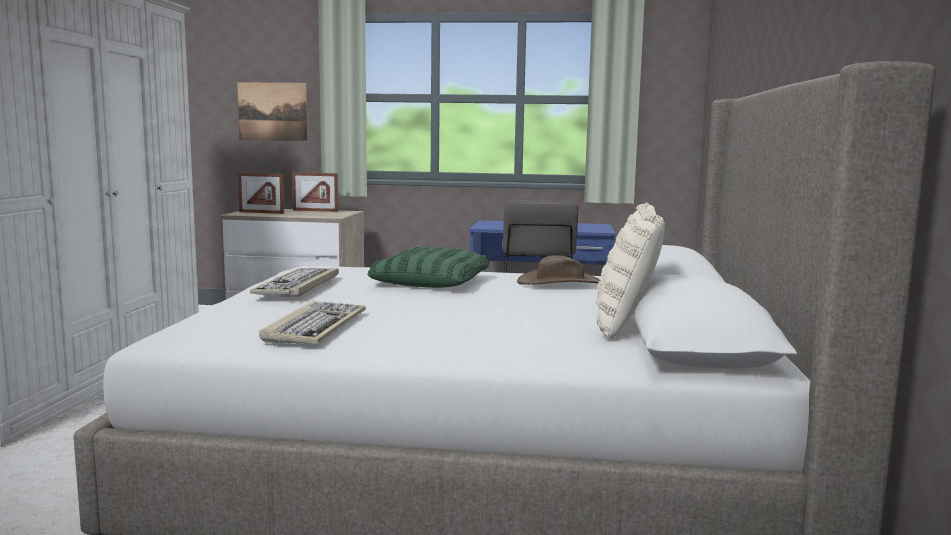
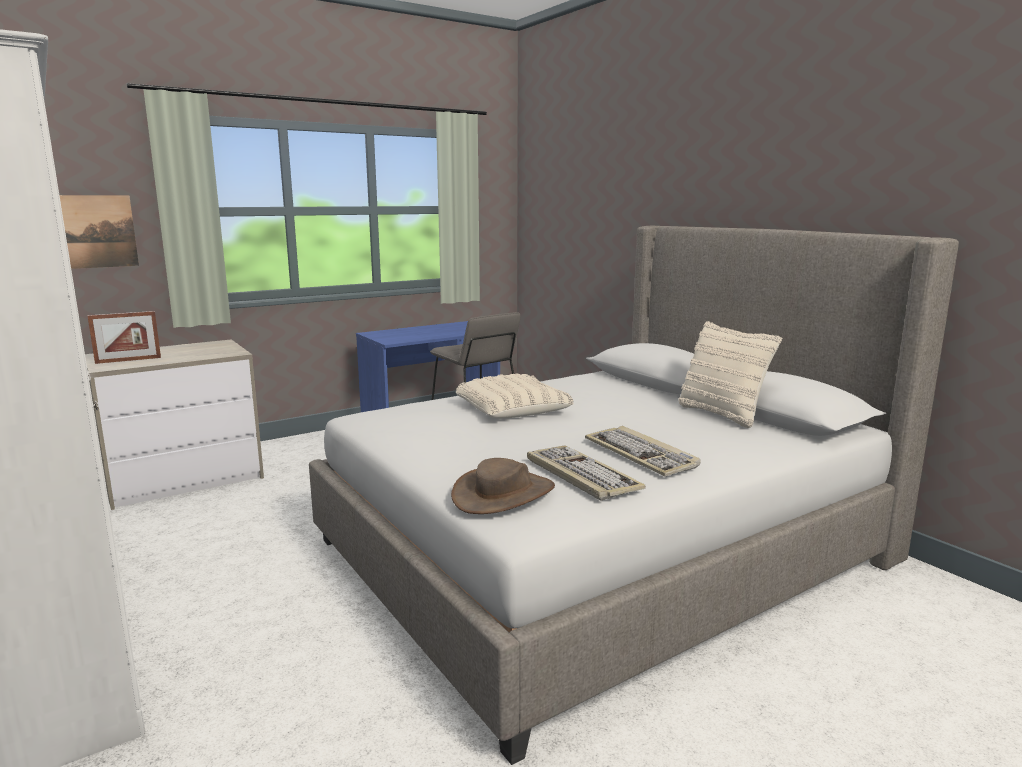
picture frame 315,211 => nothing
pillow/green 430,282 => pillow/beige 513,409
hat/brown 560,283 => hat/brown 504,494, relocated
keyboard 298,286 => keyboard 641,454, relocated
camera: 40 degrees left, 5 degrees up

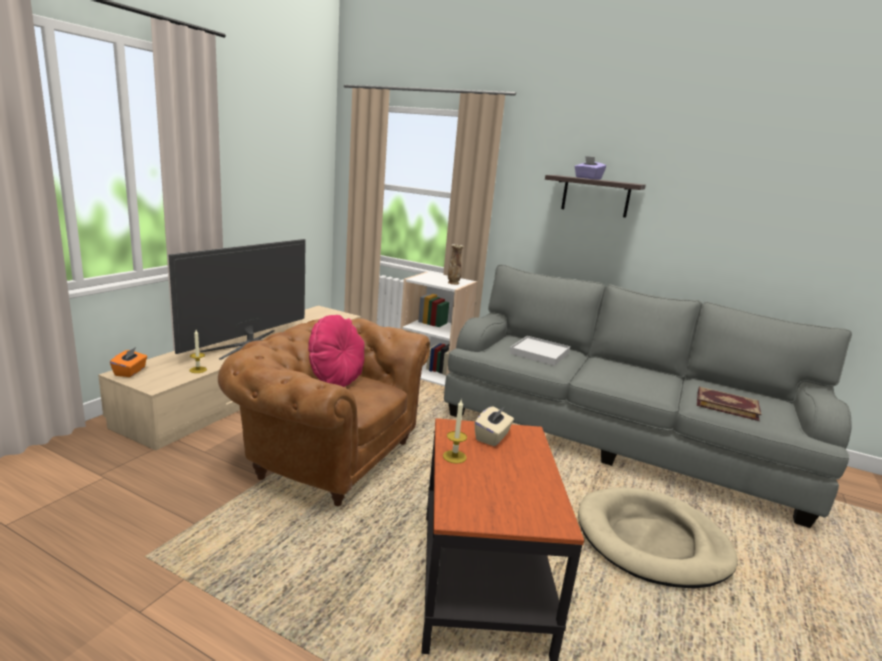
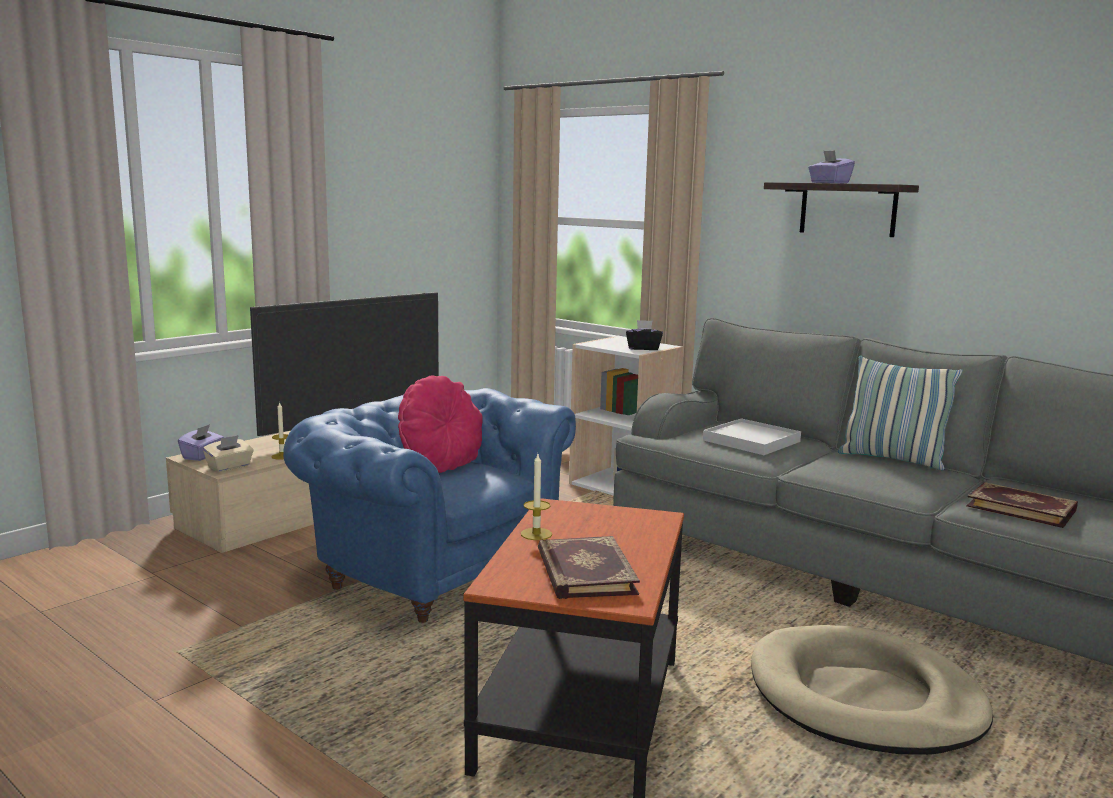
vase 453,283 => tissue box/black 643,348
armchair/brown 326,455 => armchair/blue 429,570
tissue box/orange 130,372 => tissue box/purple 202,456
tissue box/beige 492,437 => tissue box/beige 229,467, relocated
nothing => pillow 892,459
nothing => book 583,572
camera: 15 degrees right, 5 degrees down

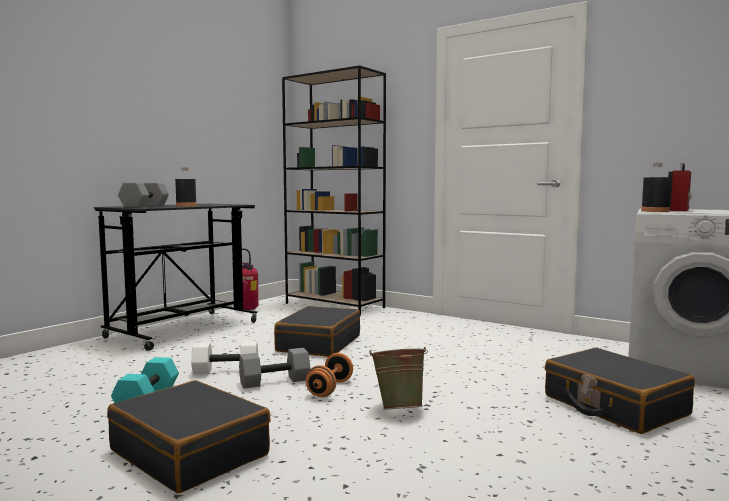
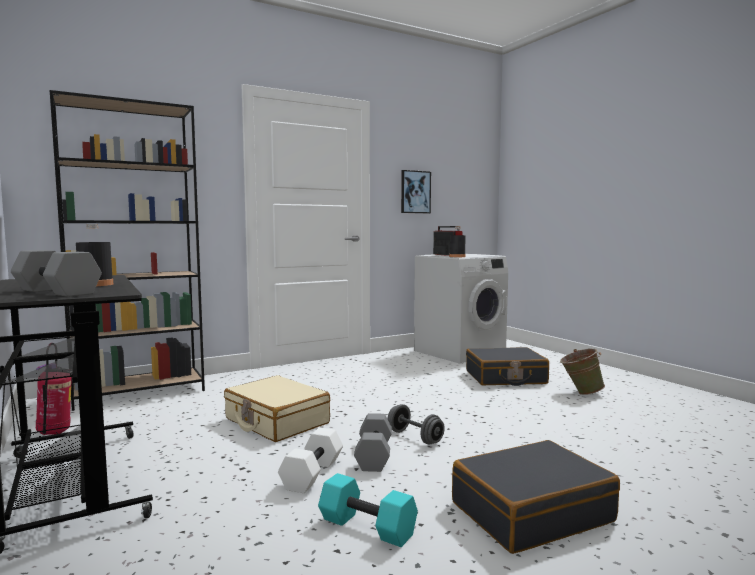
suitcase/black 318,343 => suitcase/beige 276,421
bucket/green 399,409 => bucket/green 580,393, relocated
dumbbell/orange 330,389 => dumbbell/grey 415,437
nothing => picture 415,192
camera: 65 degrees left, 0 degrees up

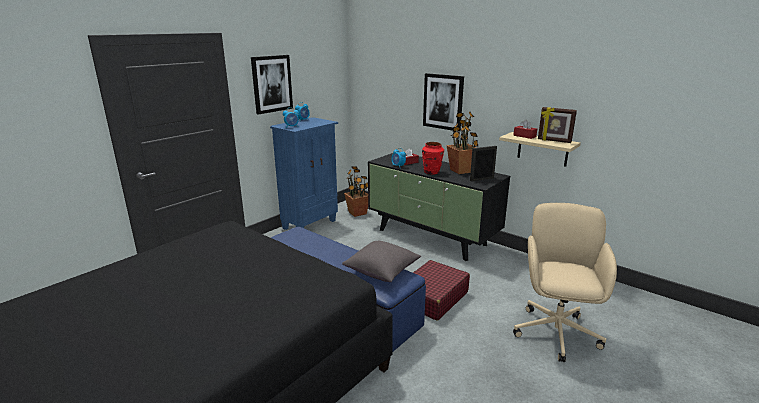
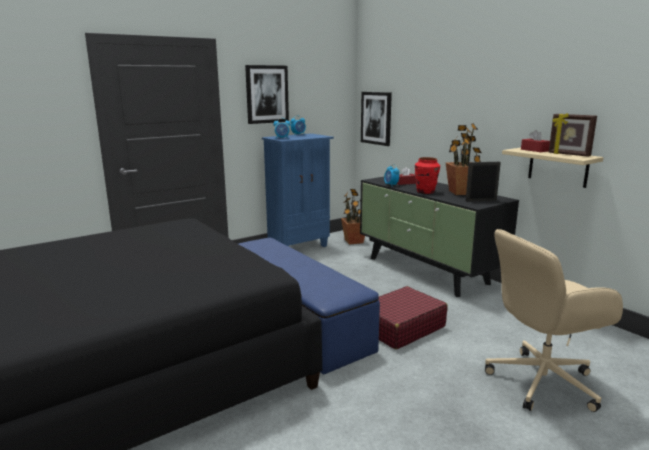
picture 443,102 => picture 376,118, relocated
office chair/beige 556,332 => office chair/beige 540,382, 135 degrees counterclockwise
pillow/grey 382,271 => nothing
camera: 15 degrees right, 5 degrees down

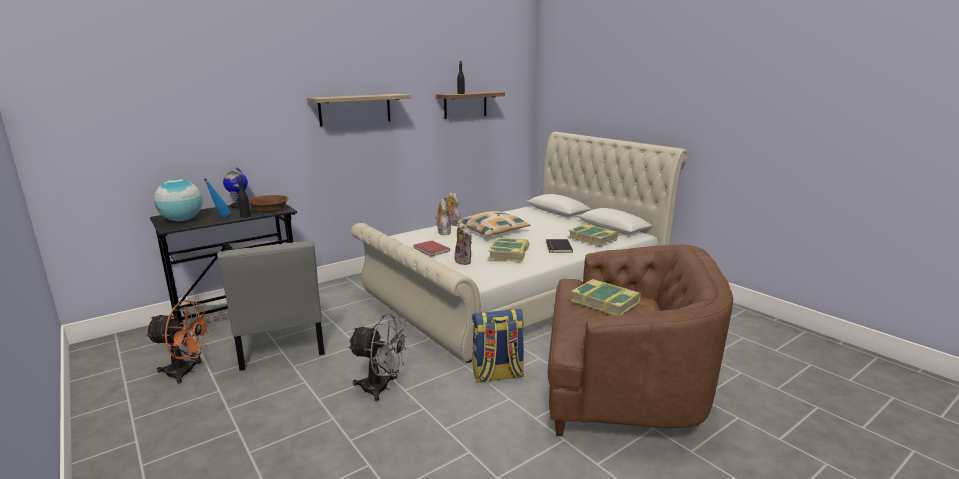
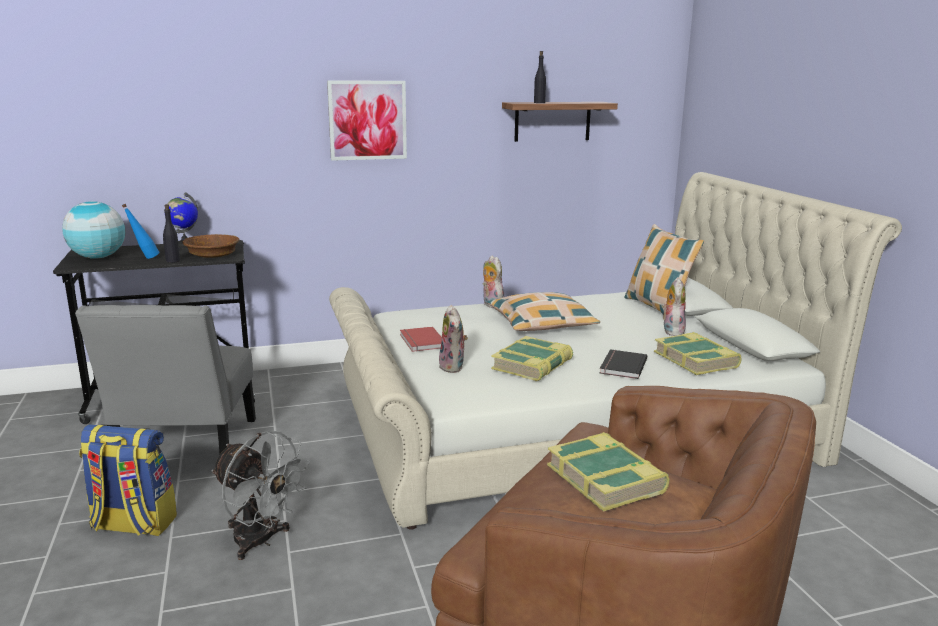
shelf 355,109 => picture 367,120
plush toy 443,232 => plush toy 671,331, relocated
fan/orange 187,372 => nothing
backpack 497,375 => backpack 132,525, relocated
nothing => pillow 658,308
camera: 20 degrees right, 0 degrees up

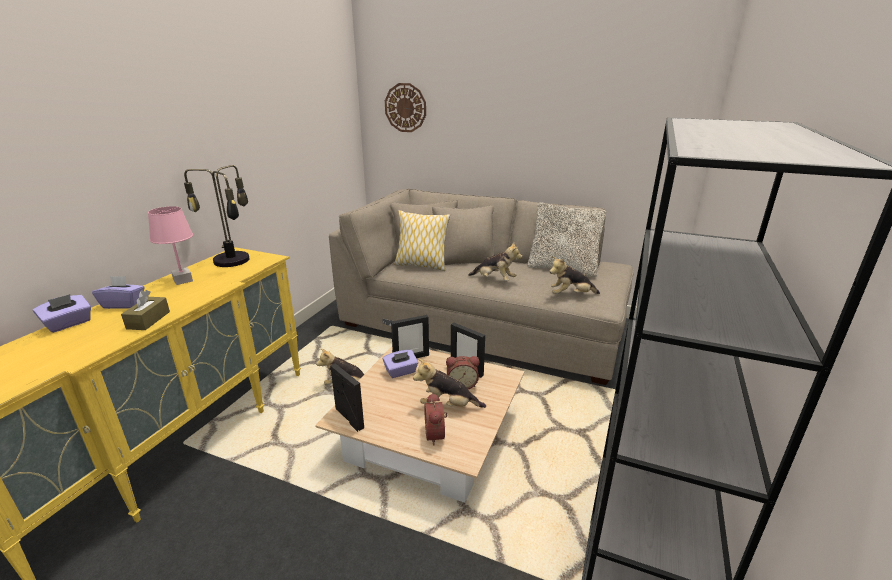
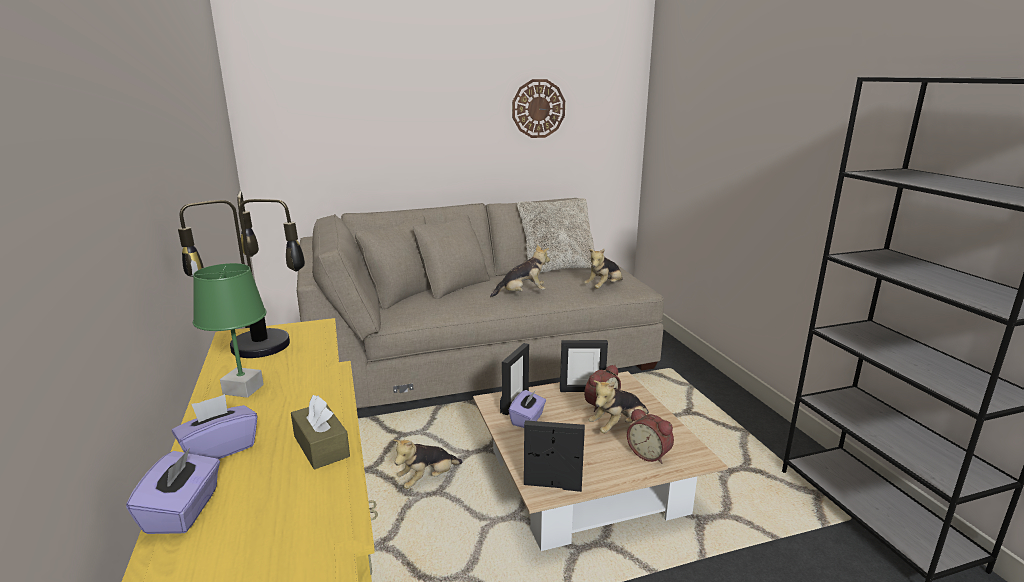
wall clock 405,108 => wall clock 538,108, relocated
table lamp/pink 182,280 => table lamp/green 242,389
pillow 421,265 => nothing
camera: 40 degrees left, 5 degrees down

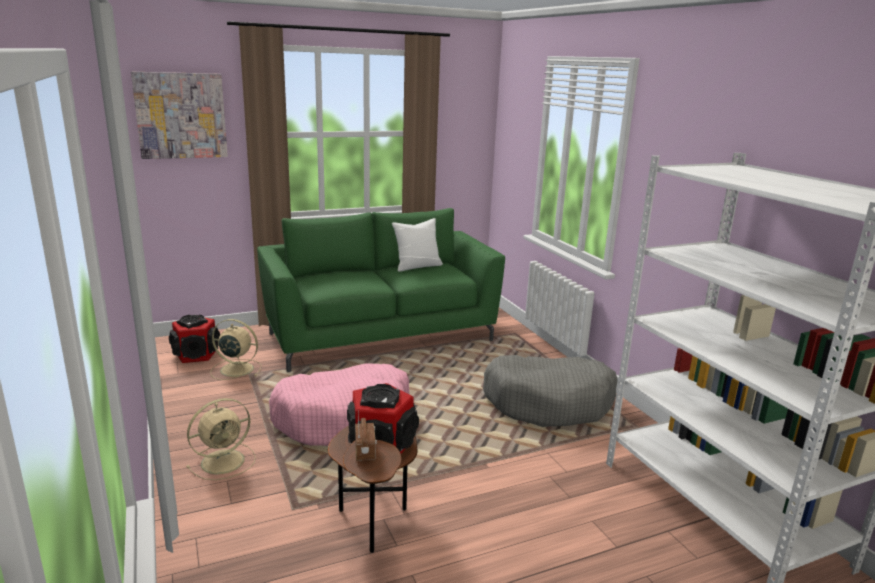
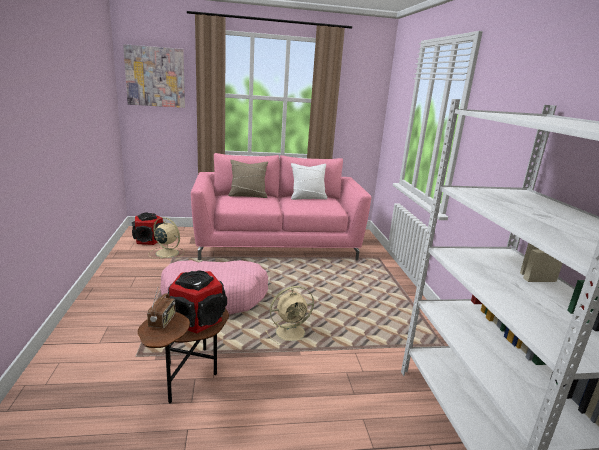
sofa/green 381,336 => sofa/pink 277,246
dog bed/grey 549,402 => nothing
fan/beige 224,461 => fan/beige 291,332, relocated
nothing => pillow/beige 248,195
camera: 15 degrees right, 0 degrees up

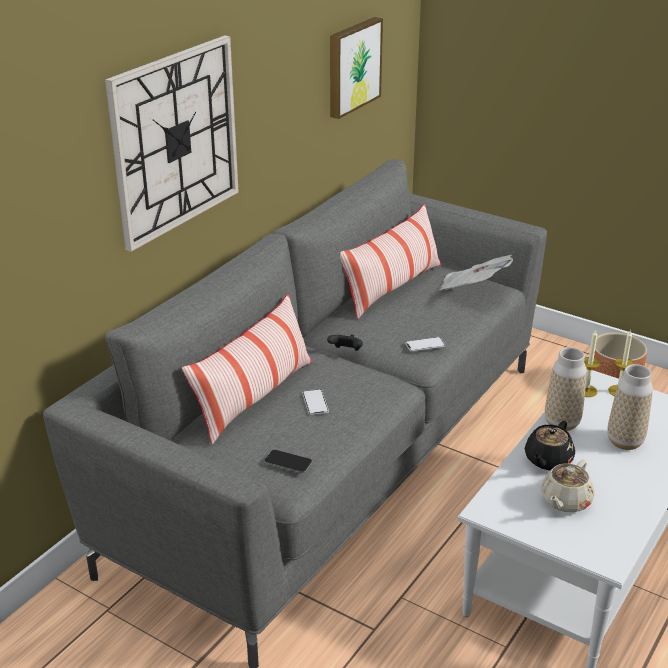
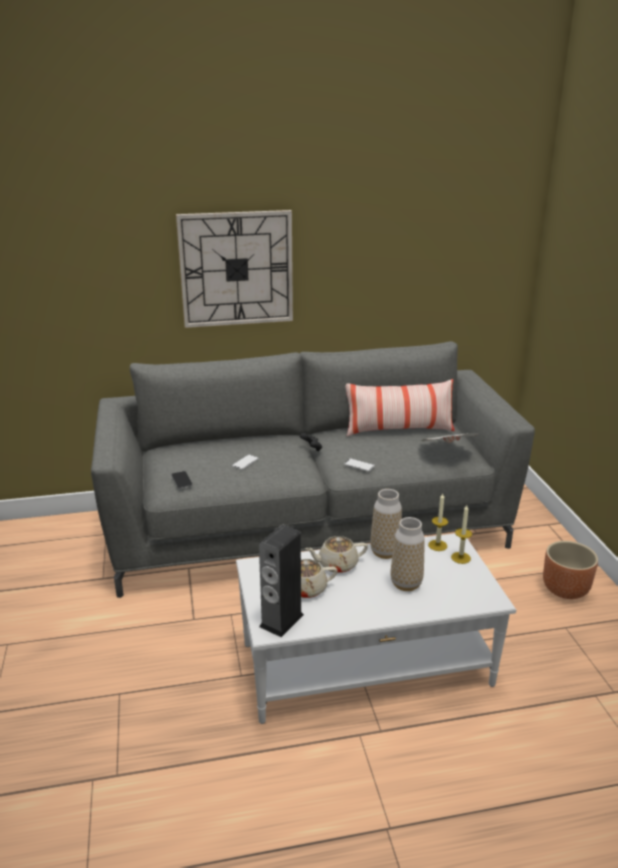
picture 352,66 => nothing
pillow 254,397 => nothing
teapot/black 547,460 => teapot/beige 337,564
nothing => speaker 281,620
camera: 45 degrees right, 5 degrees down

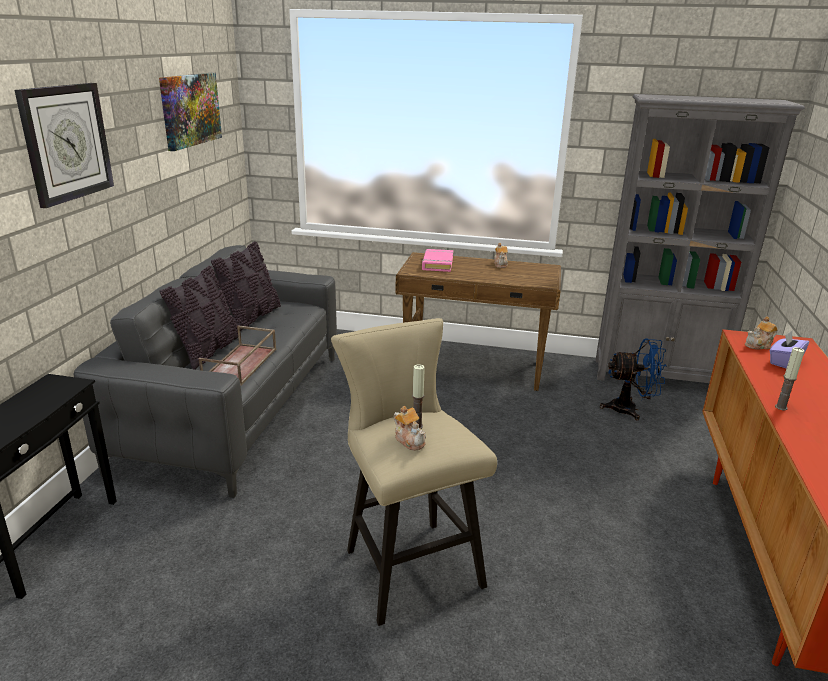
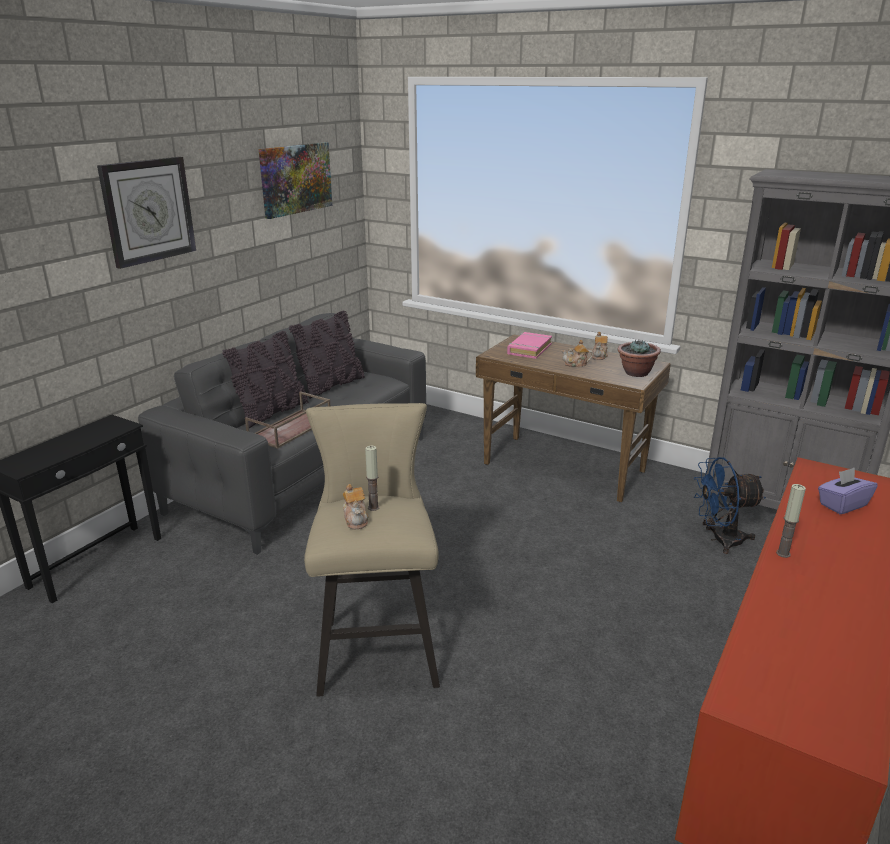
teapot 759,345 => teapot 576,364, relocated
fan/blue 630,409 => fan/blue 720,540, 150 degrees clockwise
nothing => potted plant 636,373
camera: 20 degrees right, 0 degrees up

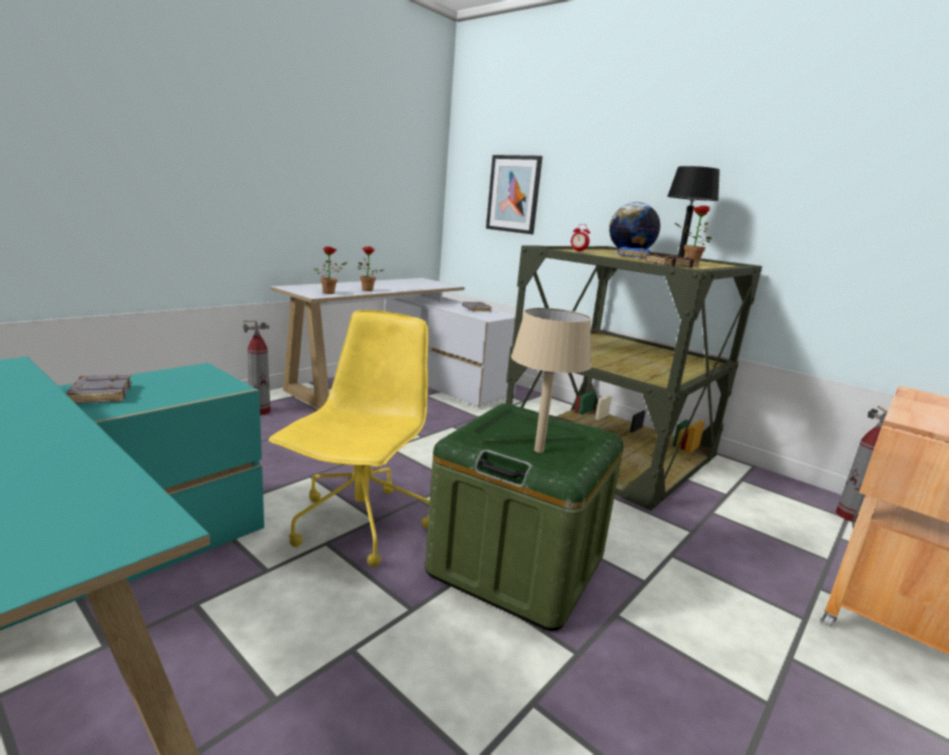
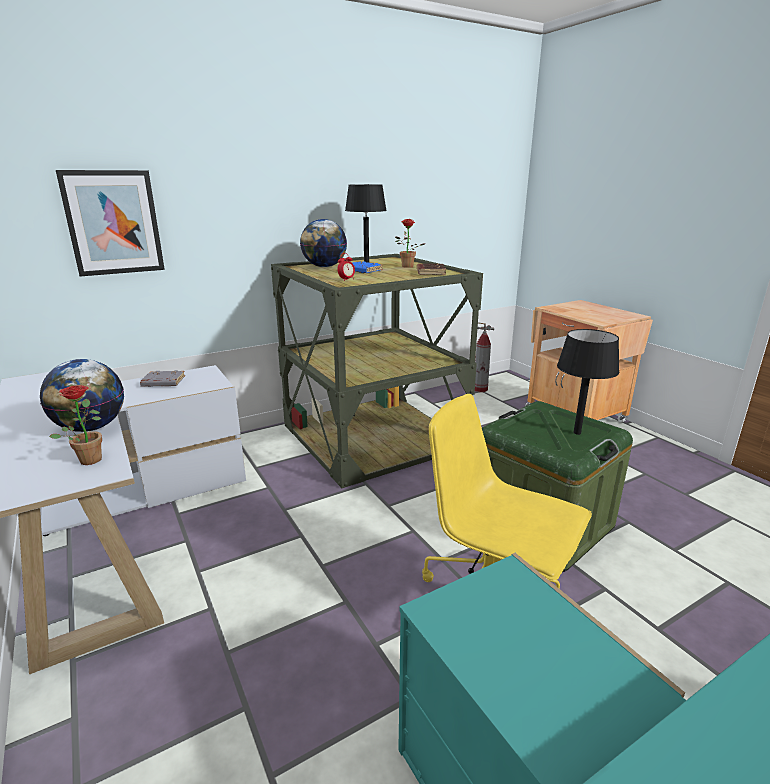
potted plant 367,290 => globe 90,428
table lamp/beige 538,450 => table lamp/black 576,433
fire extinguisher 260,411 => nothing
book/grey 99,394 => nothing
camera: 70 degrees left, 5 degrees up

